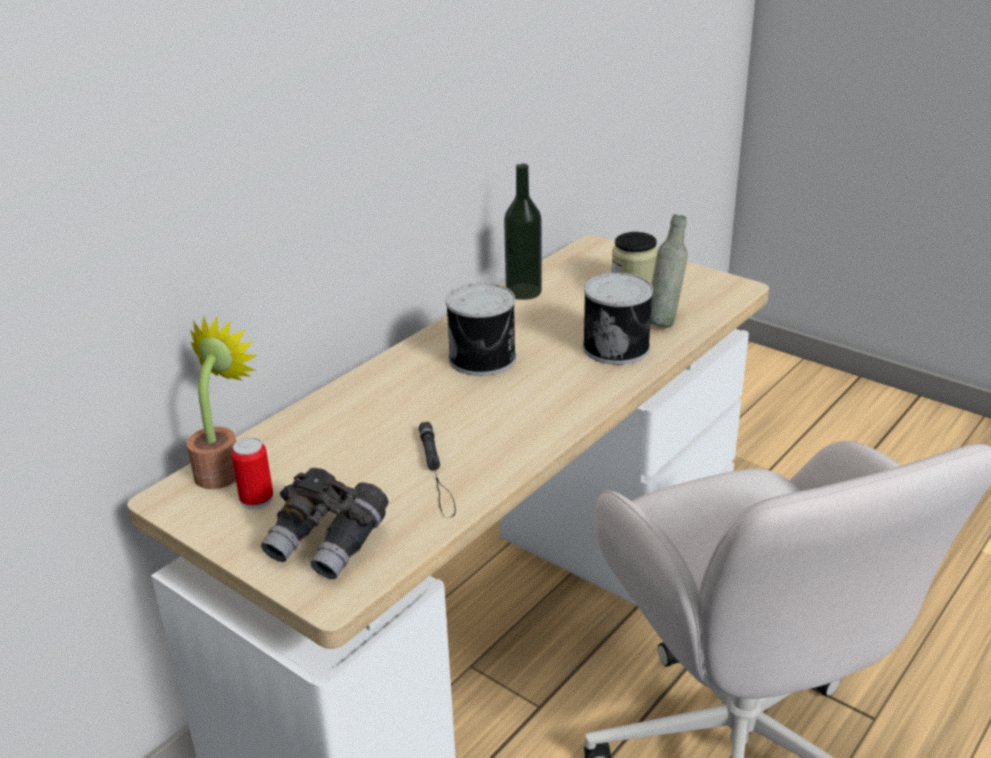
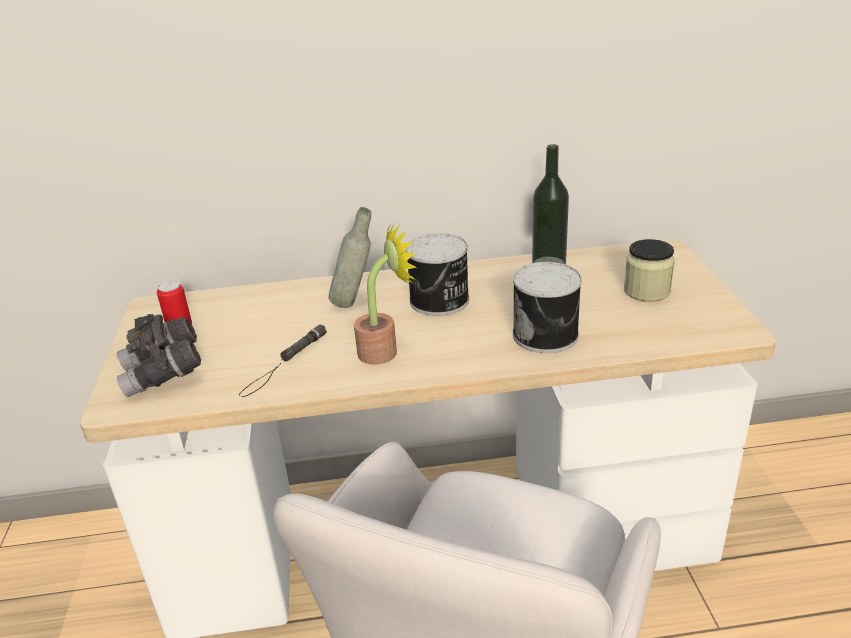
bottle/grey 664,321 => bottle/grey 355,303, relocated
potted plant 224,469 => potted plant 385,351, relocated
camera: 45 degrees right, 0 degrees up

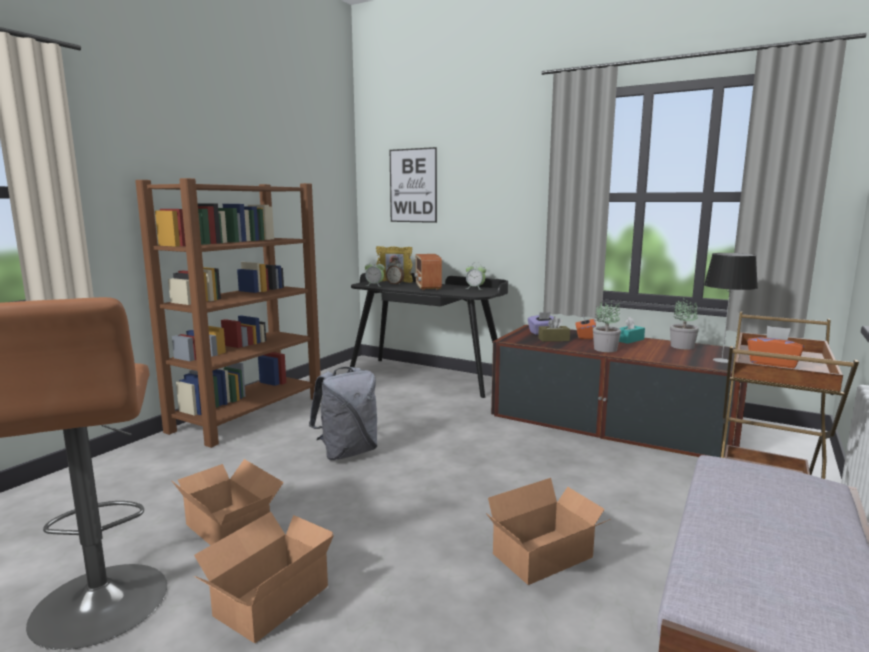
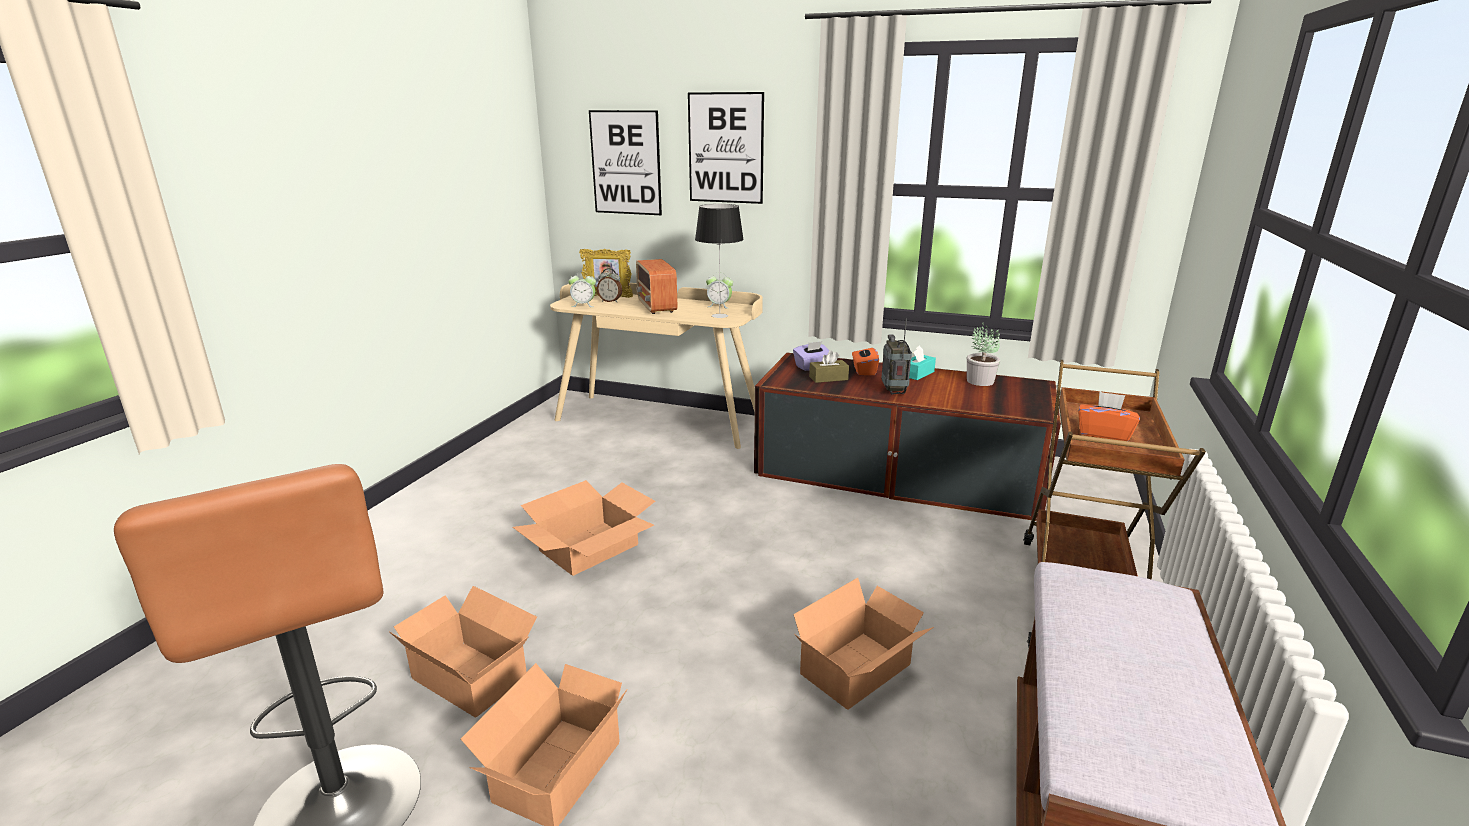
bookcase/brown 248,414 => nothing
table lamp 721,360 => table lamp 719,316, relocated
desk/black 427,376 => desk/beige 659,419
potted plant 605,349 => radio 894,391
backpack/grey 347,452 => cardboard box 589,548
nothing => picture 726,148
camera: 10 degrees left, 10 degrees up

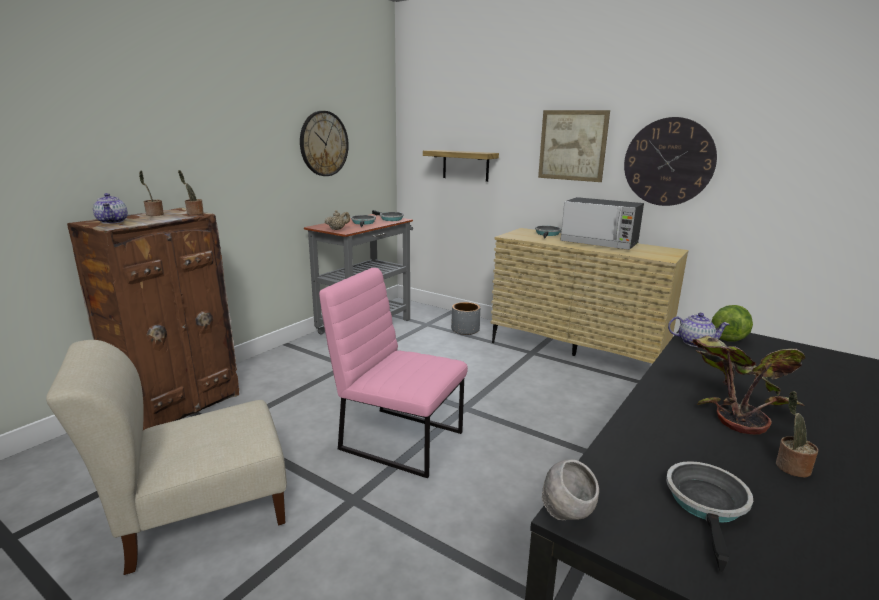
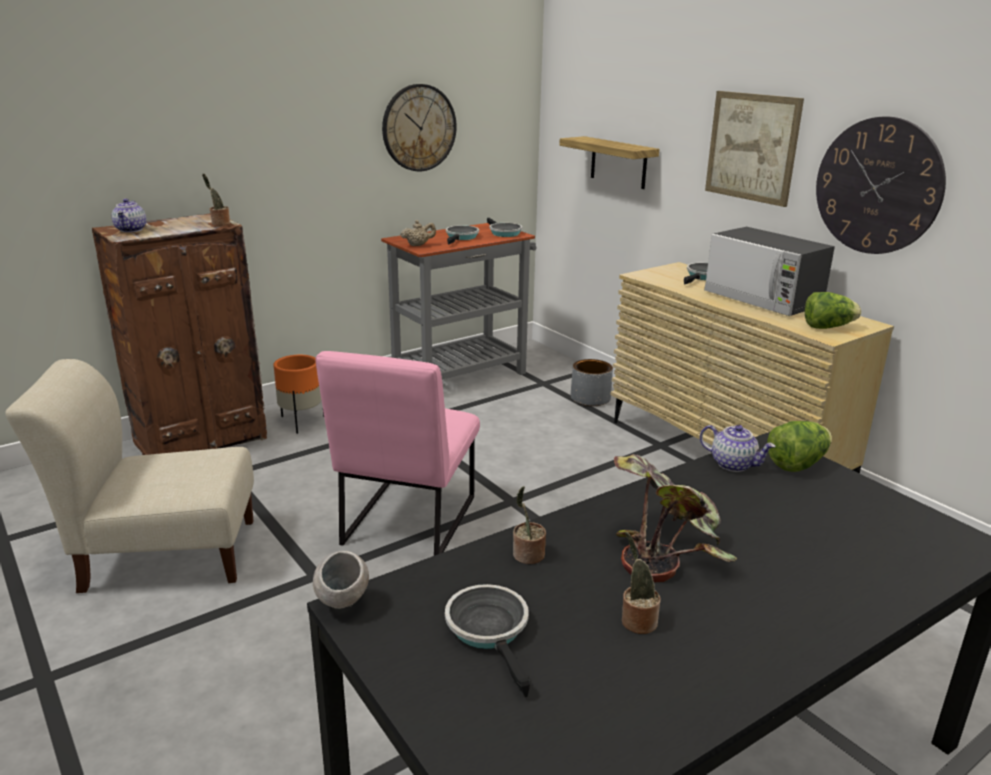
potted plant 154,215 => potted plant 527,556, relocated
chair/pink 398,439 => chair/pink 407,522, 120 degrees counterclockwise
frying pan 707,505 => frying pan 490,631, 60 degrees counterclockwise
nothing => lettuce 827,327
nothing => planter/orange 301,422
camera: 20 degrees right, 5 degrees up

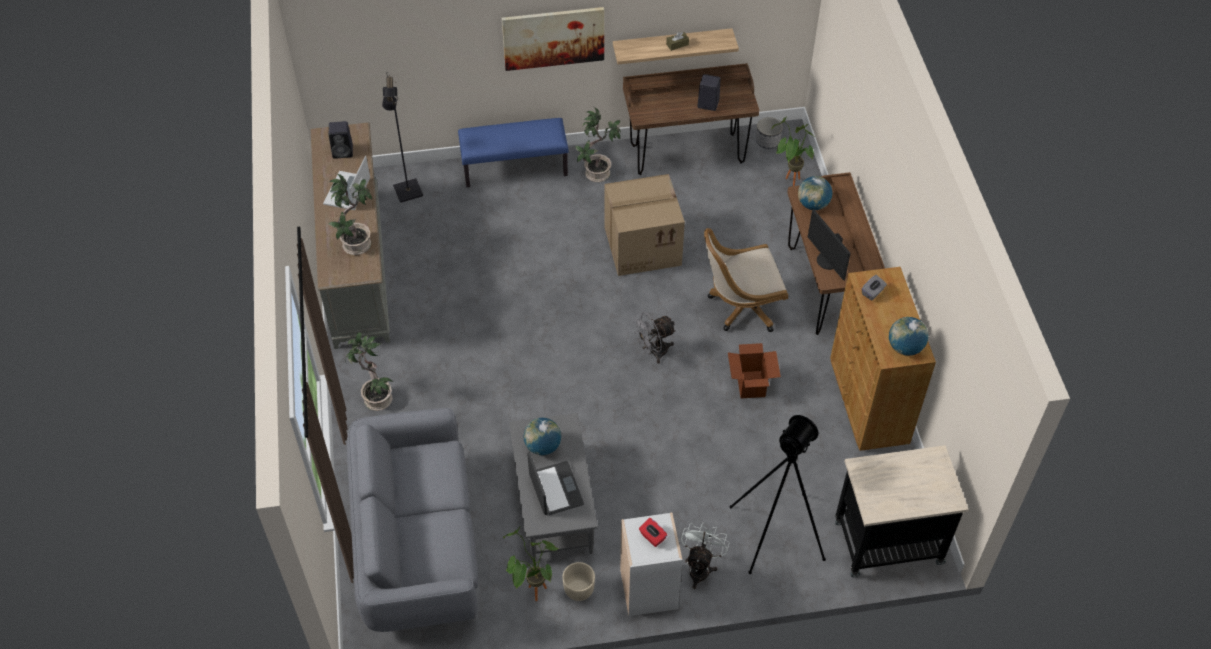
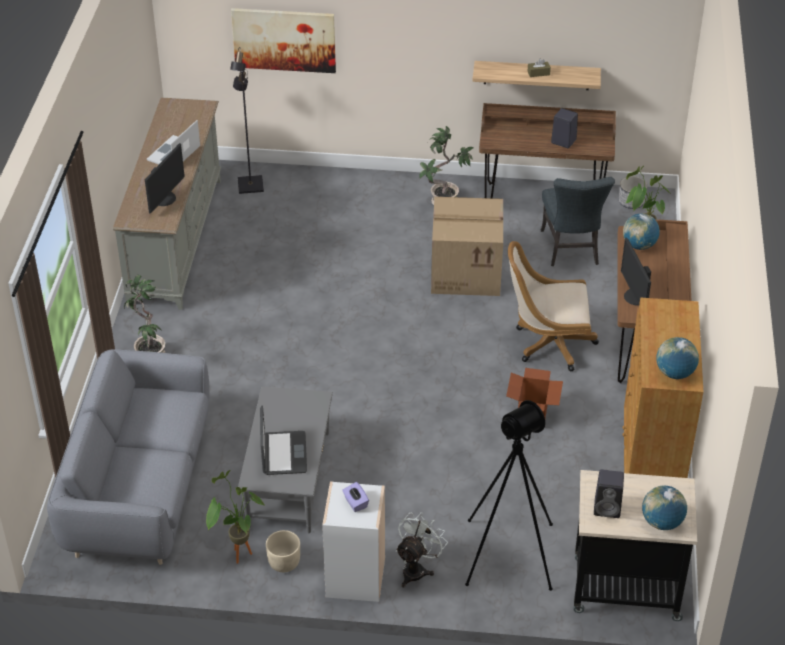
picture 553,38 => picture 284,40, relocated
bench/blue 515,167 => nothing
speaker/black 343,151 => speaker/black 608,508, relocated
potted plant 357,245 => monitor 165,199
tissue box/grey 872,292 => nothing
fan/grey 653,352 => nothing
globe 543,446 => globe 662,522, relocated
tissue box/red 652,537 => tissue box/purple 355,503
nothing => chair/grey 571,250
camera: 15 degrees right, 10 degrees down

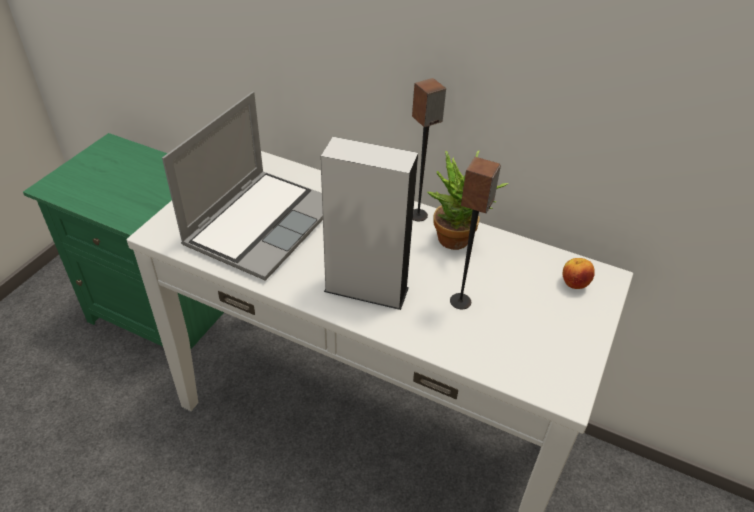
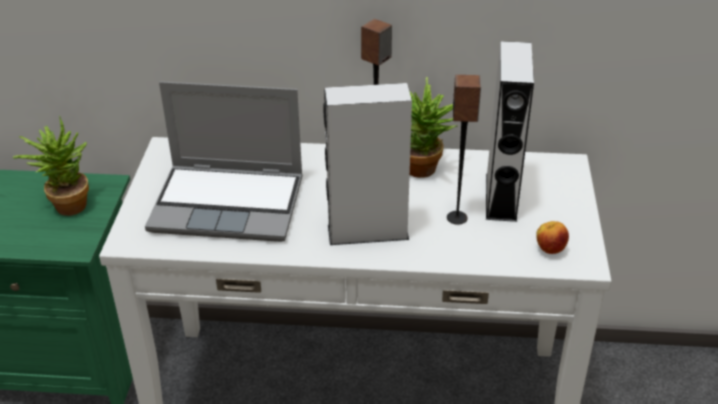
laptop 261,224 => laptop 230,204, 90 degrees clockwise
apple 574,284 => apple 550,249, relocated
nothing => speaker/grey 501,197
nothing => potted plant 66,204
camera: 20 degrees left, 5 degrees down

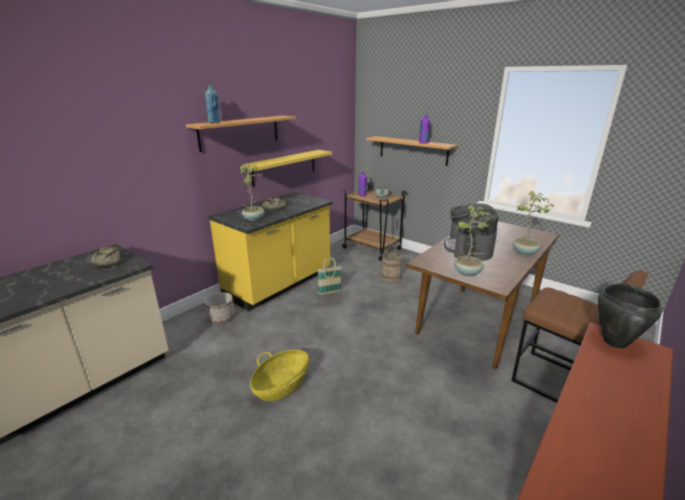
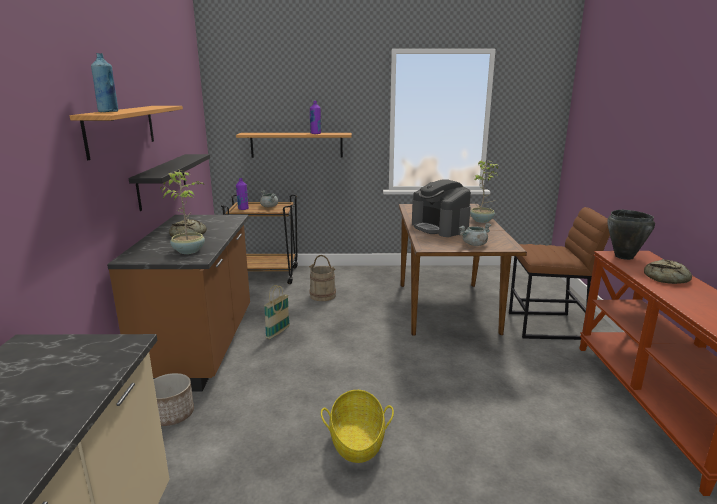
shelf/yellow 284,167 => shelf/black 162,180
counter/yellow 279,284 => counter/brown 202,347
potted plant 468,273 => cooking pot/grey 474,244
bread 108,261 => bread 667,278, relocated
camera: 40 degrees left, 5 degrees down

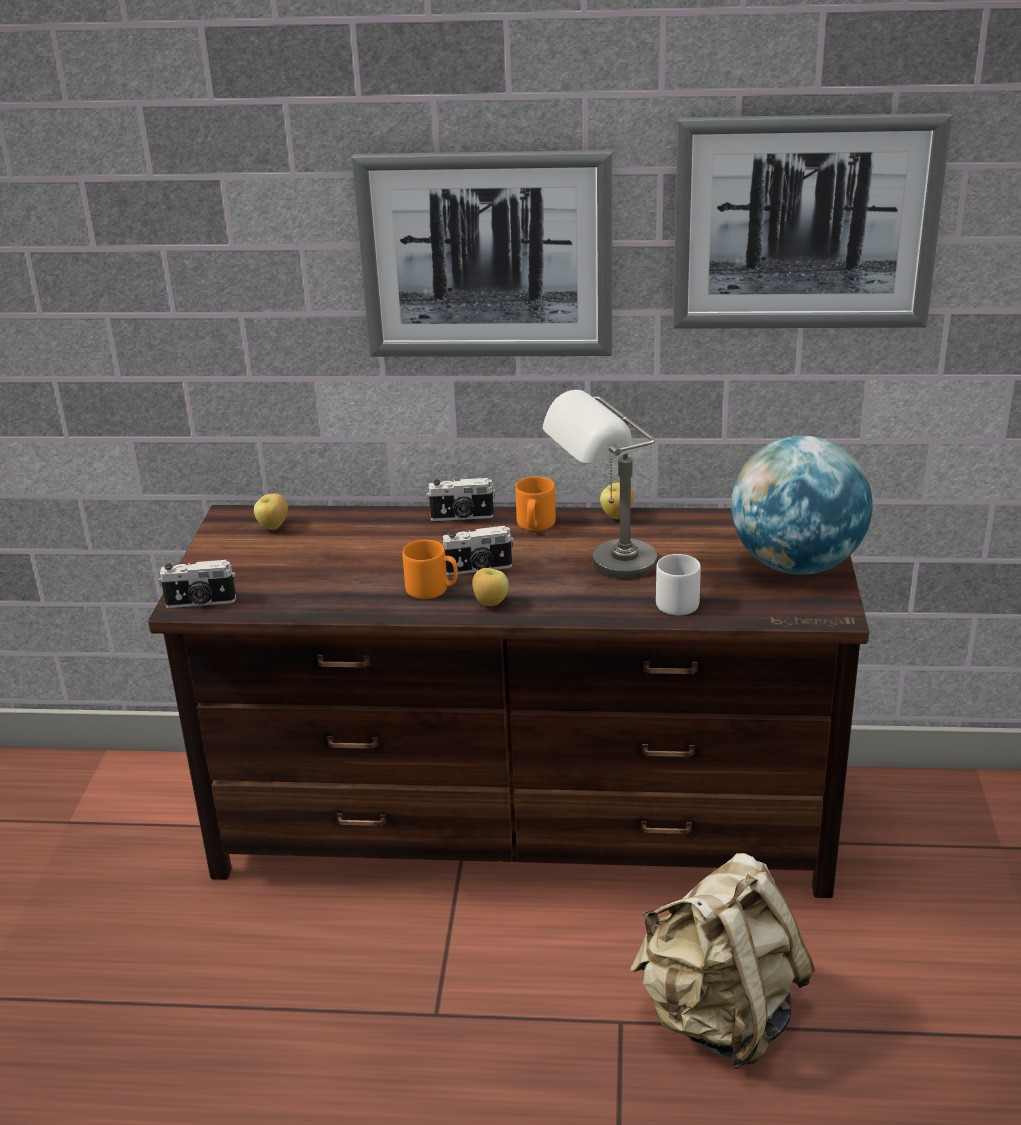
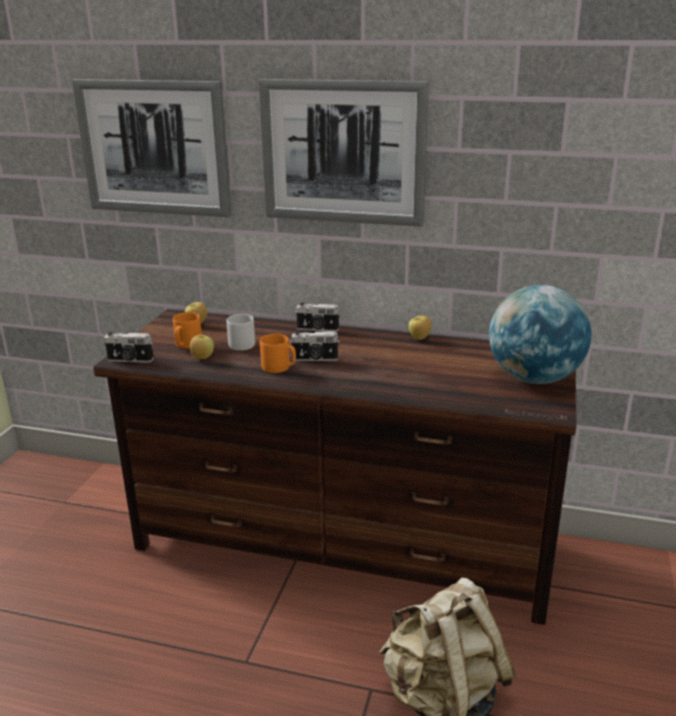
picture 804,223 => picture 154,148, relocated
table lamp/grey 605,569 => nothing
mug/orange 535,525 => mug/orange 187,345, relocated
mug/grey 678,601 => mug/grey 243,344, relocated
apple 490,603 => apple 202,358, relocated
camera: 10 degrees right, 5 degrees down

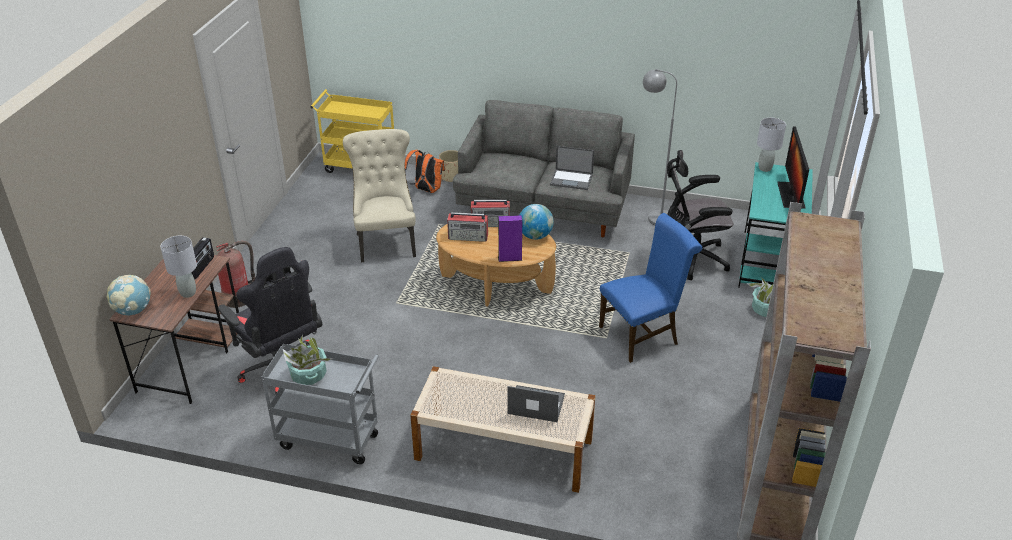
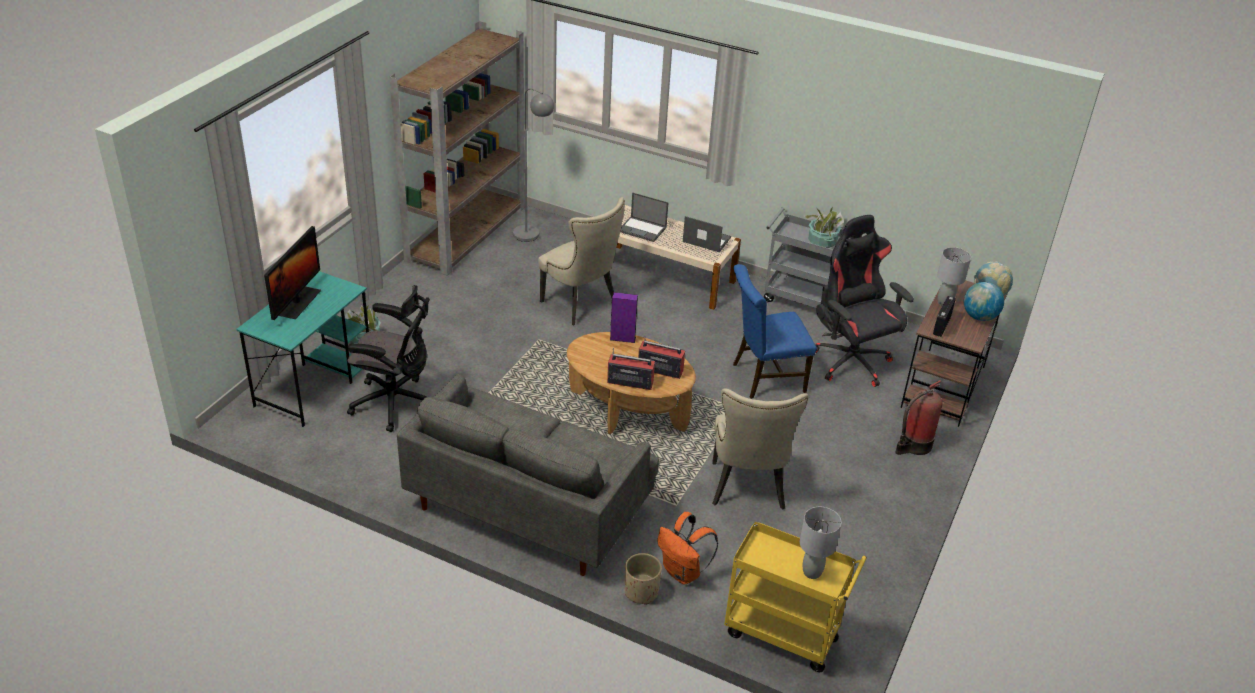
floor lamp/grey 653,217 => floor lamp/grey 532,238, relocated
table lamp/grey 765,168 => table lamp/grey 811,572, relocated
laptop 572,179 => laptop 706,239, relocated
globe 535,236 => globe 979,317, relocated
chair/blue 642,334 => chair/blue 764,378, relocated
nothing => chair/beige 580,304
camera: 170 degrees left, 0 degrees up

